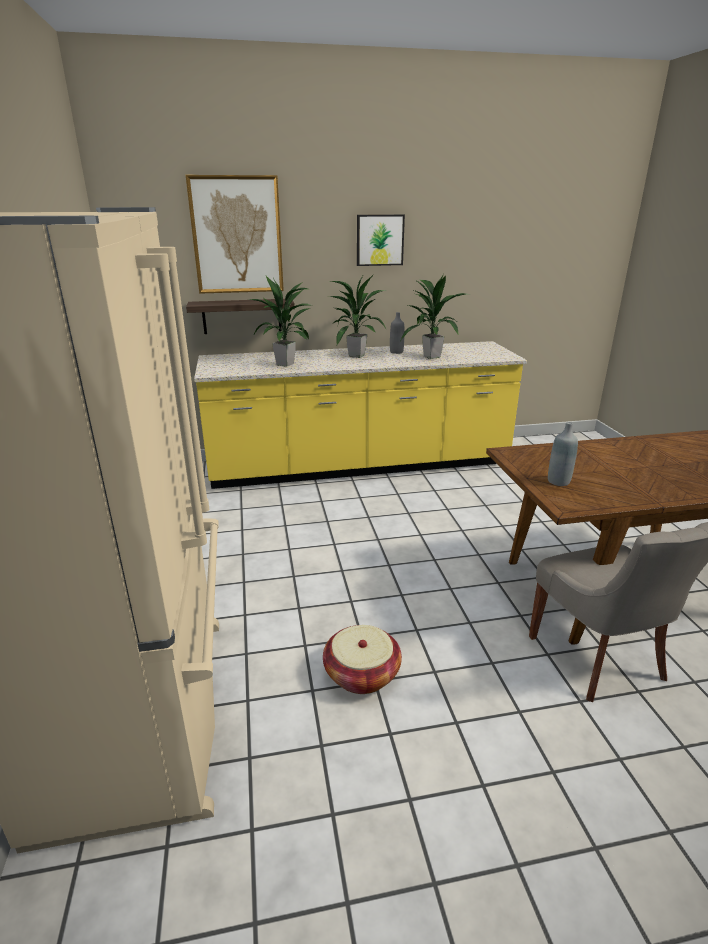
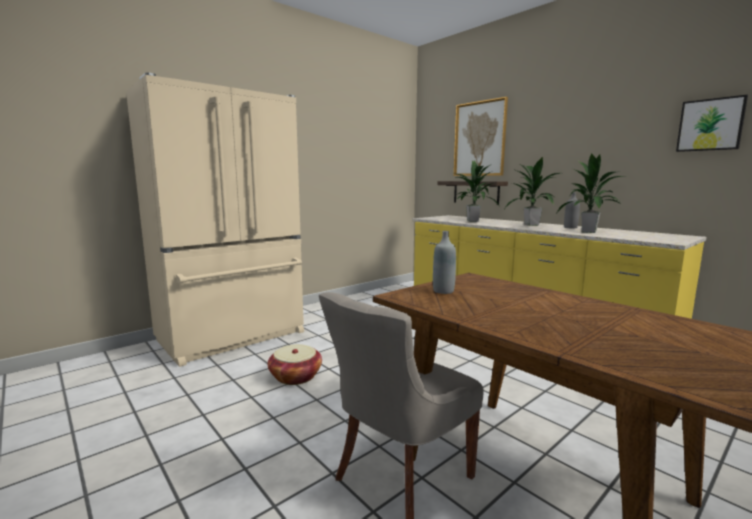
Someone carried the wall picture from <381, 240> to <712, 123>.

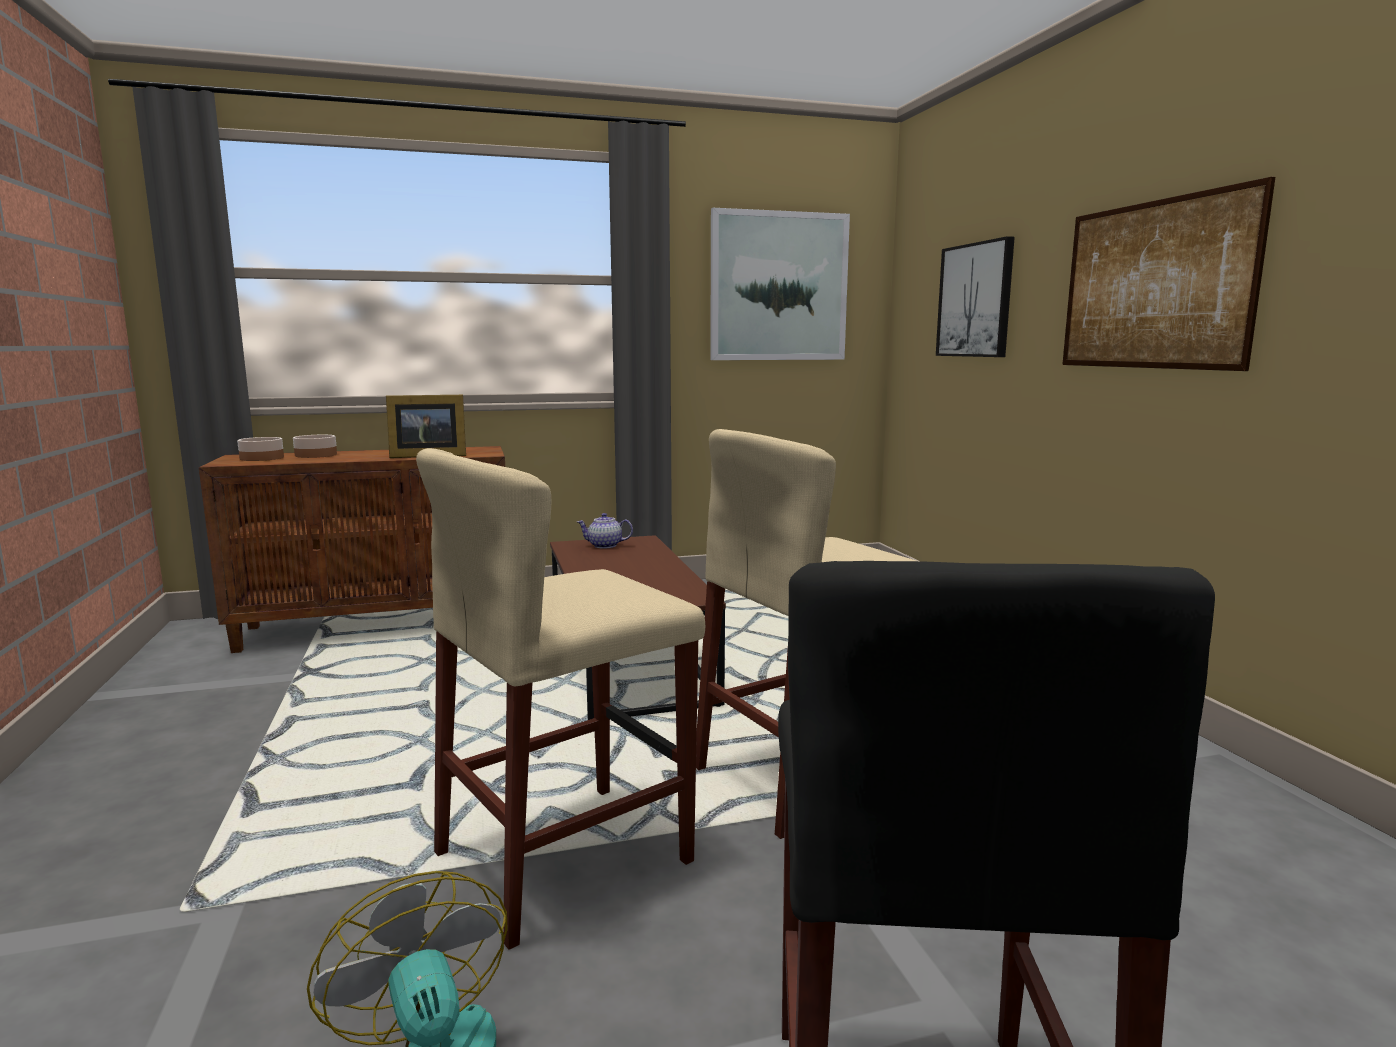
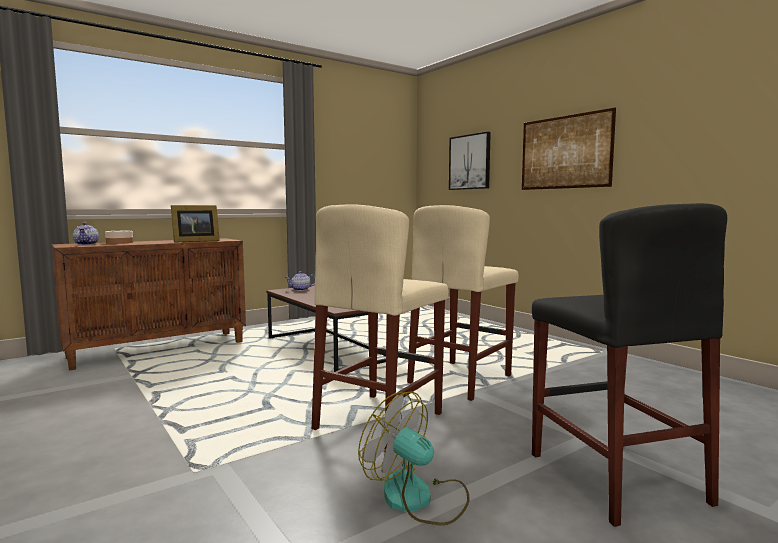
Someone swapped the bowl at <260, 449> for the pot for tea at <86, 233>.
Someone took away the wall picture at <780, 284>.

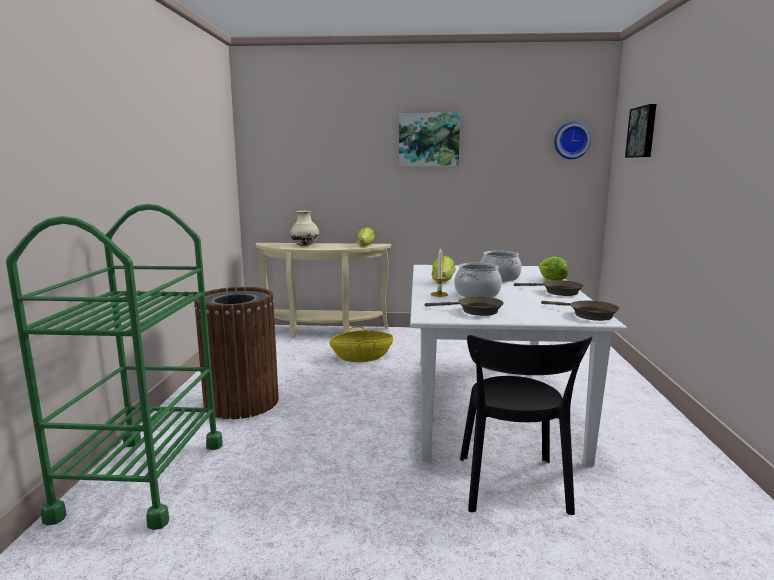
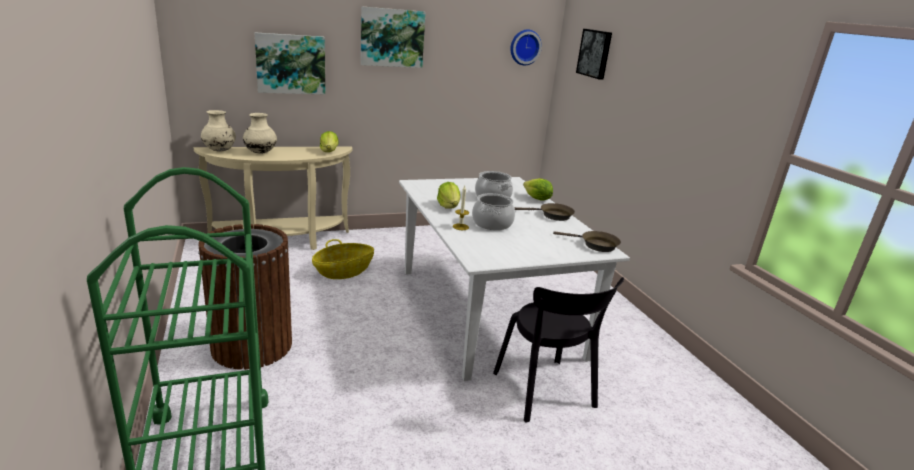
Someone put down the vase/beige at <218, 131>.
Someone put up the wall picture at <290, 63>.
Someone took away the skillet/brown at <464, 306>.

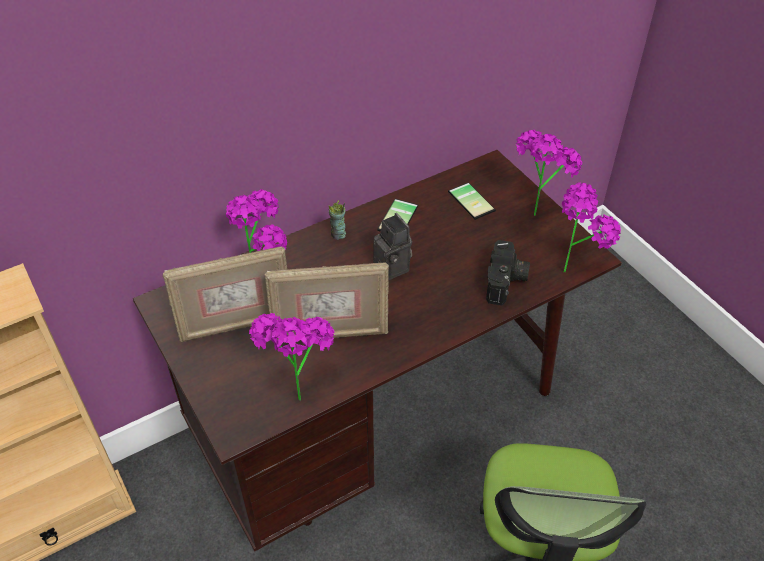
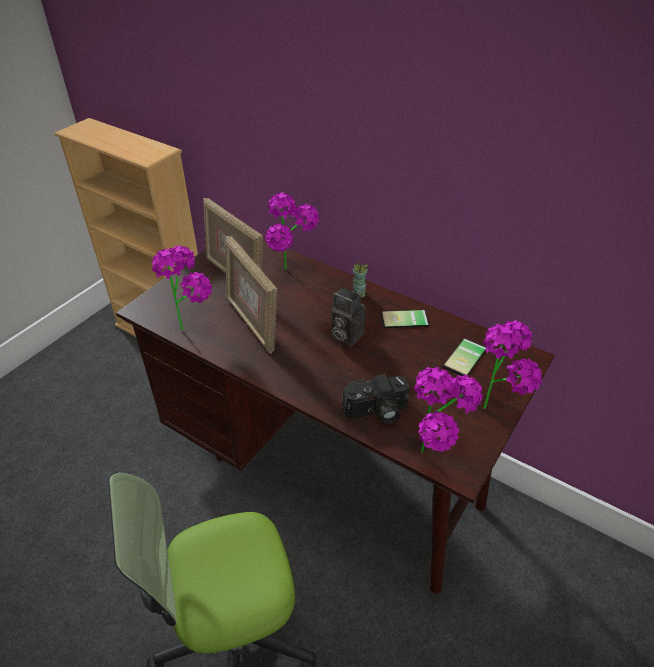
Someone rotated the photo camera at <392, 246> by 90 degrees clockwise.

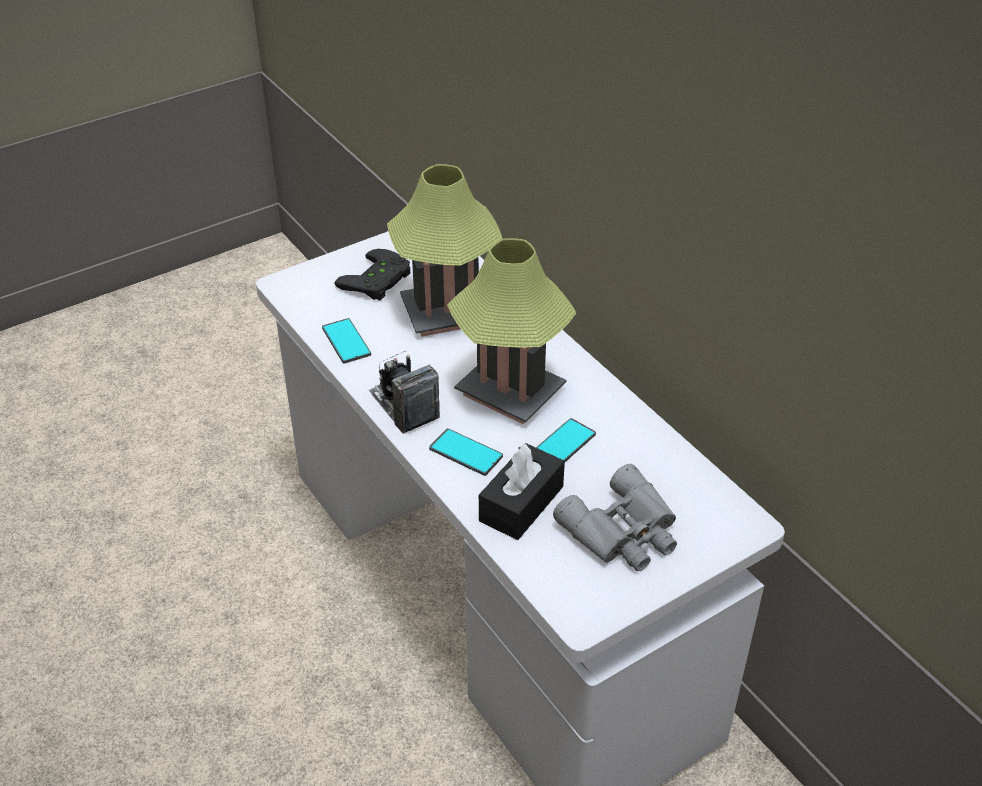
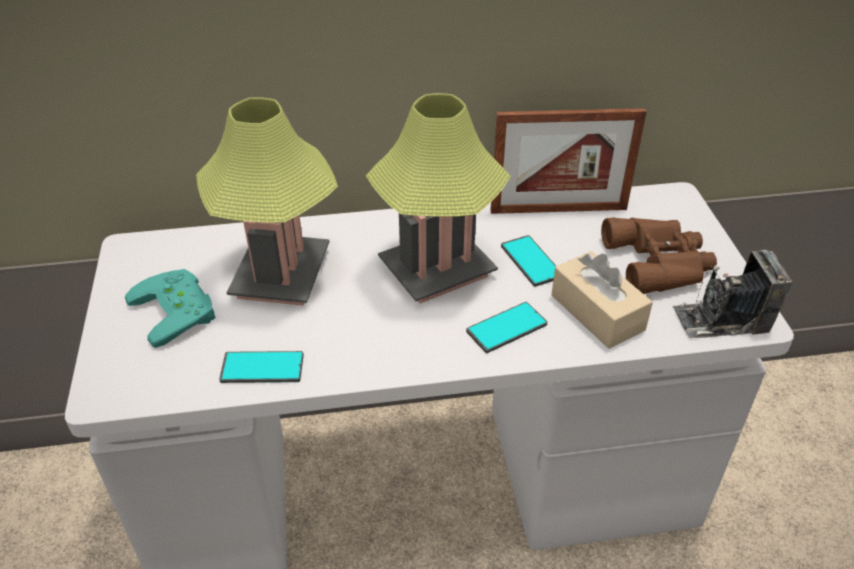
Someone repainted the gamepad/black at <372, 275>, which became the gamepad/turquoise at <170, 308>.
Someone put down the photo frame at <568, 161>.
Someone repainted the tissue holder/black at <522, 491>, which became the tissue holder/beige at <602, 300>.
Someone repainted the pair of binoculars/gray at <615, 517>, which became the pair of binoculars/brown at <659, 255>.
Someone carried the photo camera from <404, 392> to <732, 294>.

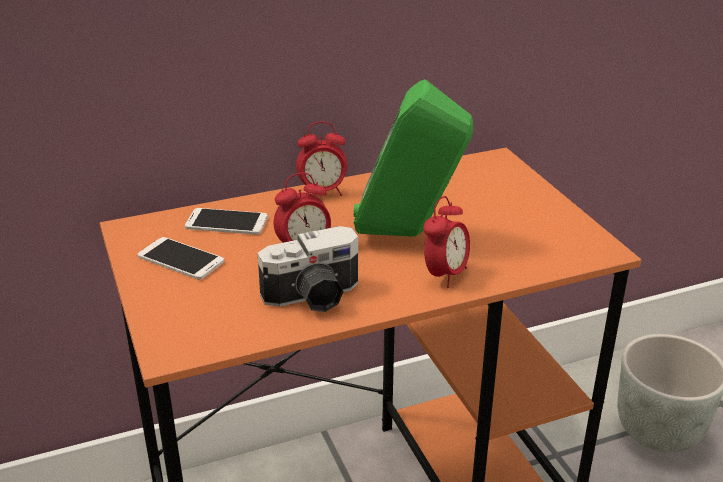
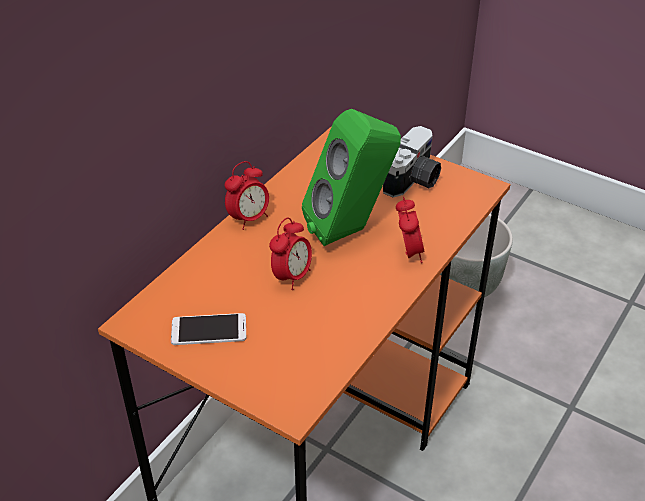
Someone carried the photo camera from <307, 269> to <412, 162>.
Someone took away the phone at <226, 221>.

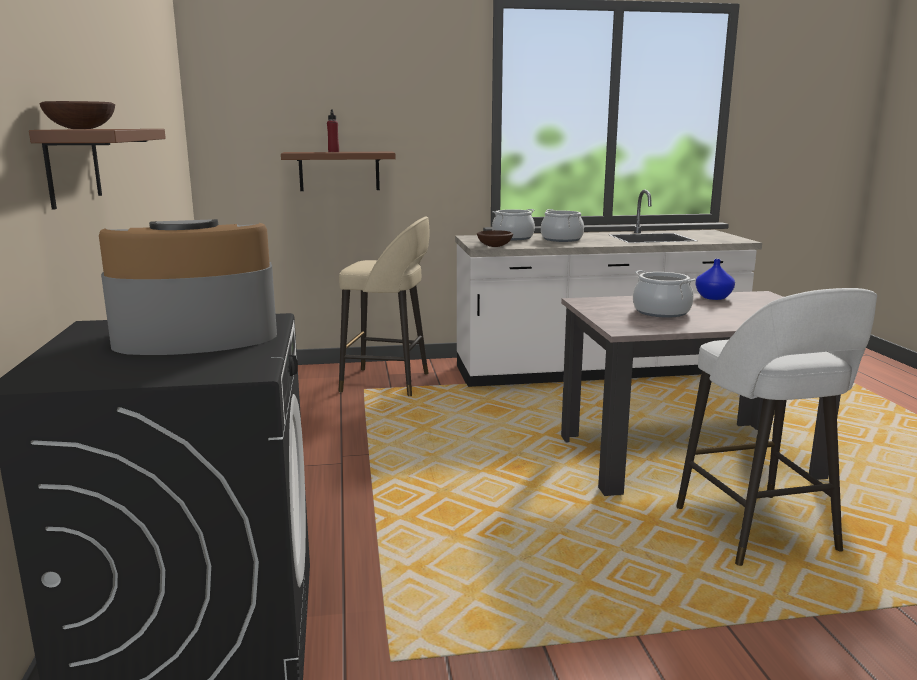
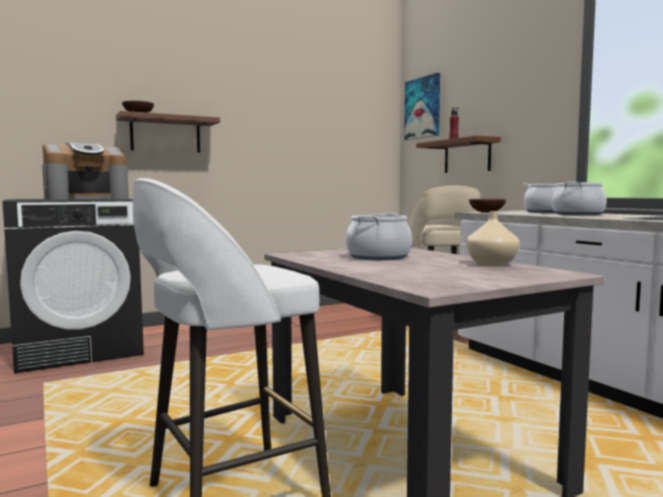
Someone rotated the coffee brewer at <188, 287> by 90 degrees clockwise.
Someone put up the wall picture at <422, 106>.
Someone repainted the vase/bluish at <715, 279>, which became the vase/beige at <492, 238>.

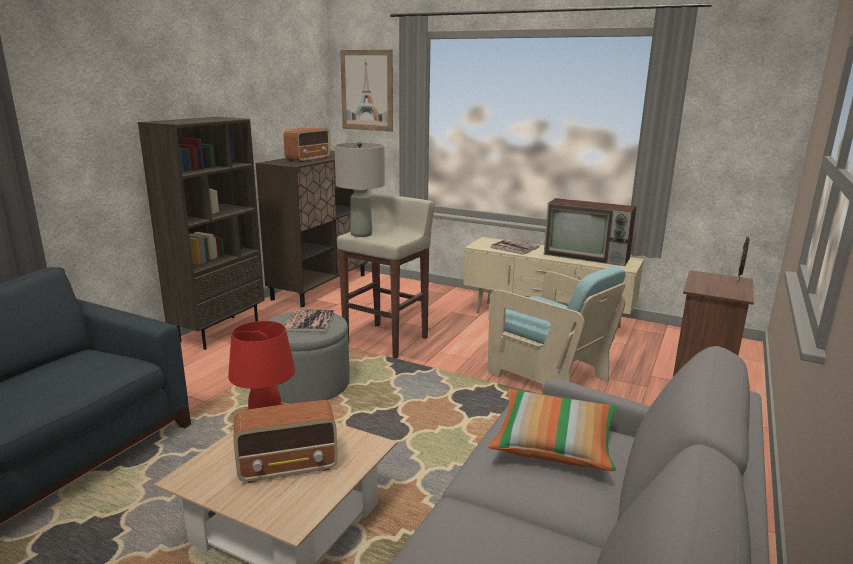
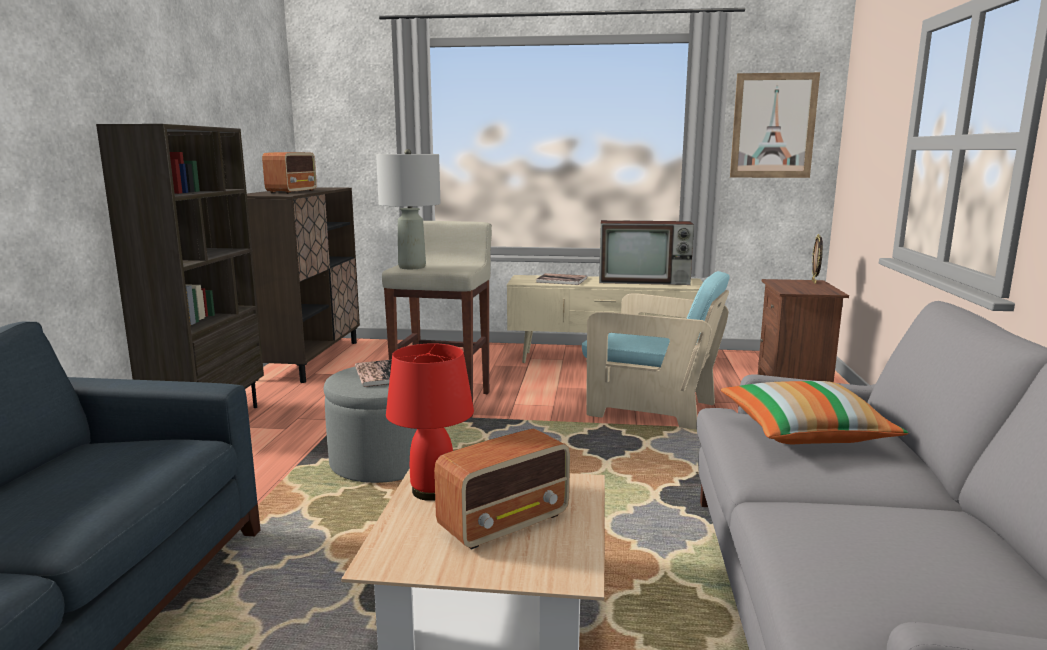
Someone carried the wall picture from <366, 91> to <775, 125>.

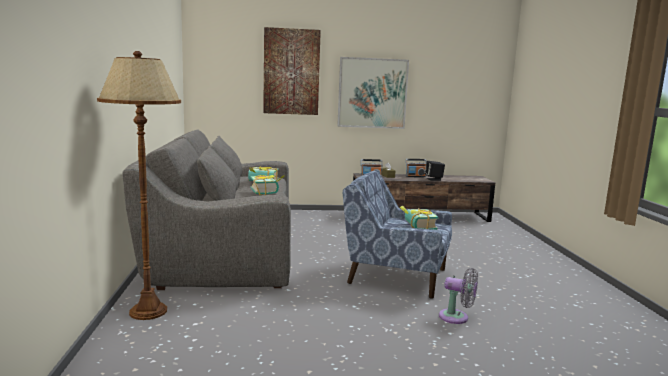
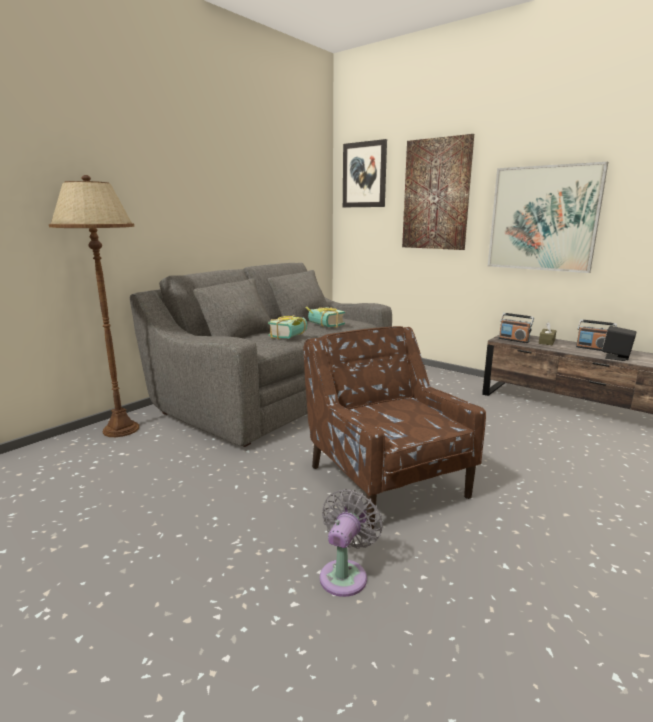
Someone repainted the easy chair/bluish at <397, 234>, which became the easy chair/brown at <394, 427>.
Someone rotated the fan/gray at <458, 296> by 135 degrees counterclockwise.
Someone put up the wall picture at <365, 173>.
Someone took away the volume at <419, 218>.

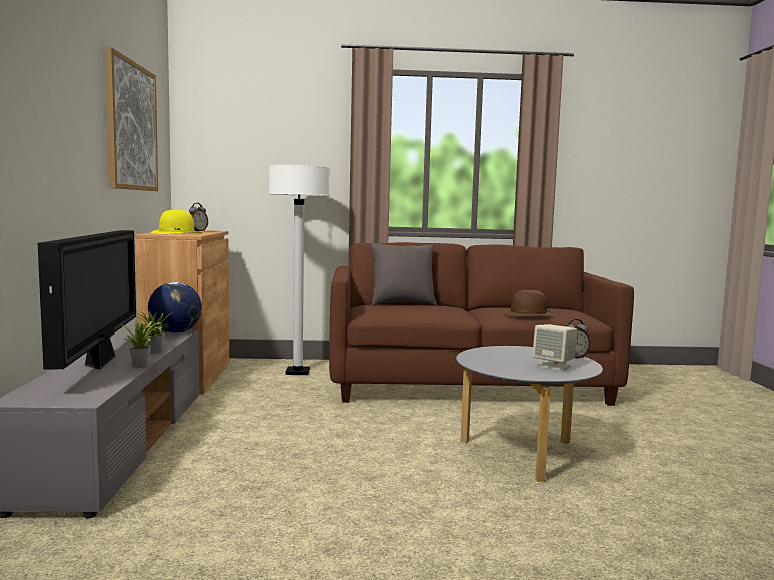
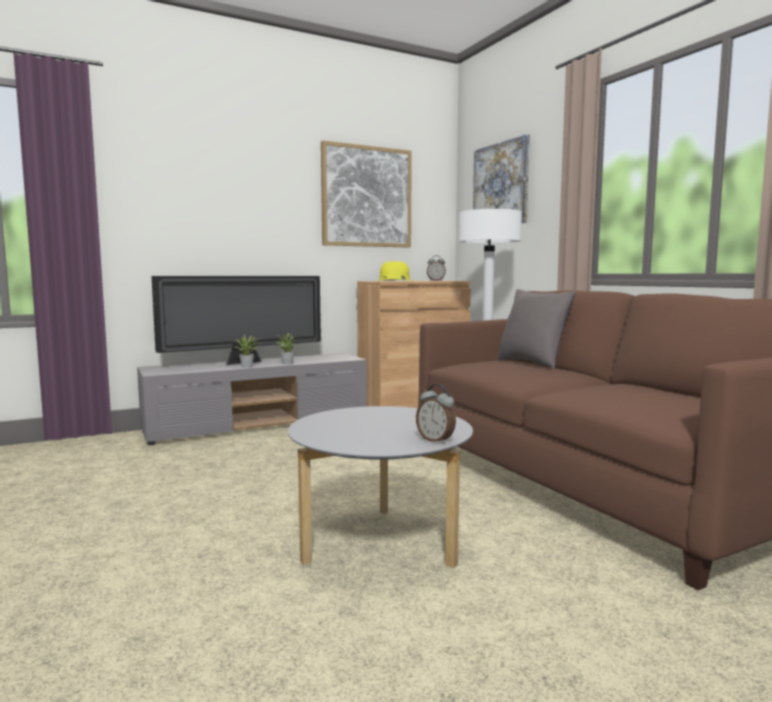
Someone put up the wall picture at <501, 178>.
Someone took away the globe at <175, 307>.
Someone took away the wearable hat/brown at <529, 303>.
Someone took away the loudspeaker/beige at <555, 347>.

